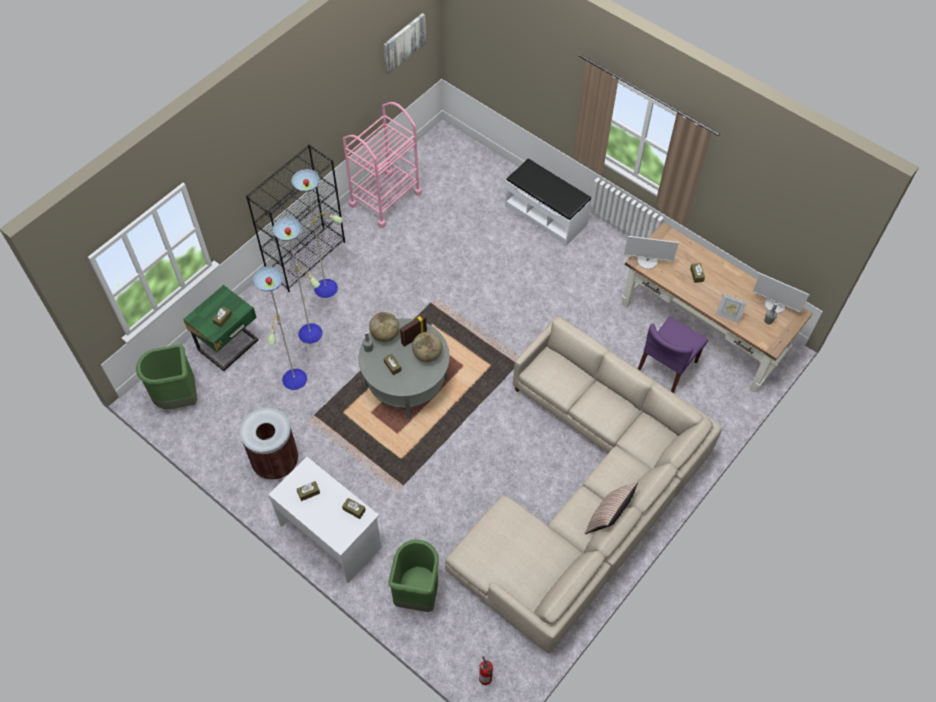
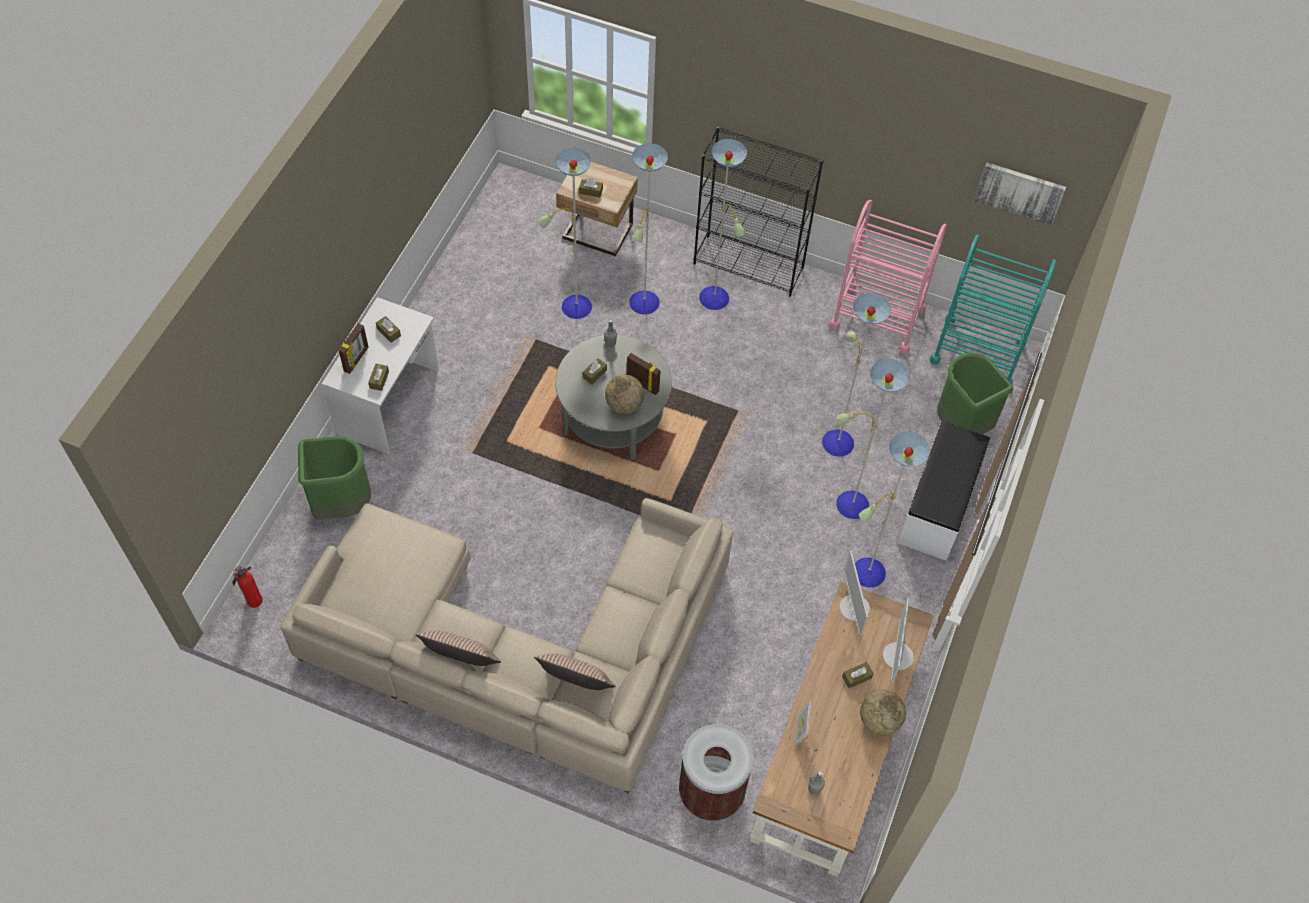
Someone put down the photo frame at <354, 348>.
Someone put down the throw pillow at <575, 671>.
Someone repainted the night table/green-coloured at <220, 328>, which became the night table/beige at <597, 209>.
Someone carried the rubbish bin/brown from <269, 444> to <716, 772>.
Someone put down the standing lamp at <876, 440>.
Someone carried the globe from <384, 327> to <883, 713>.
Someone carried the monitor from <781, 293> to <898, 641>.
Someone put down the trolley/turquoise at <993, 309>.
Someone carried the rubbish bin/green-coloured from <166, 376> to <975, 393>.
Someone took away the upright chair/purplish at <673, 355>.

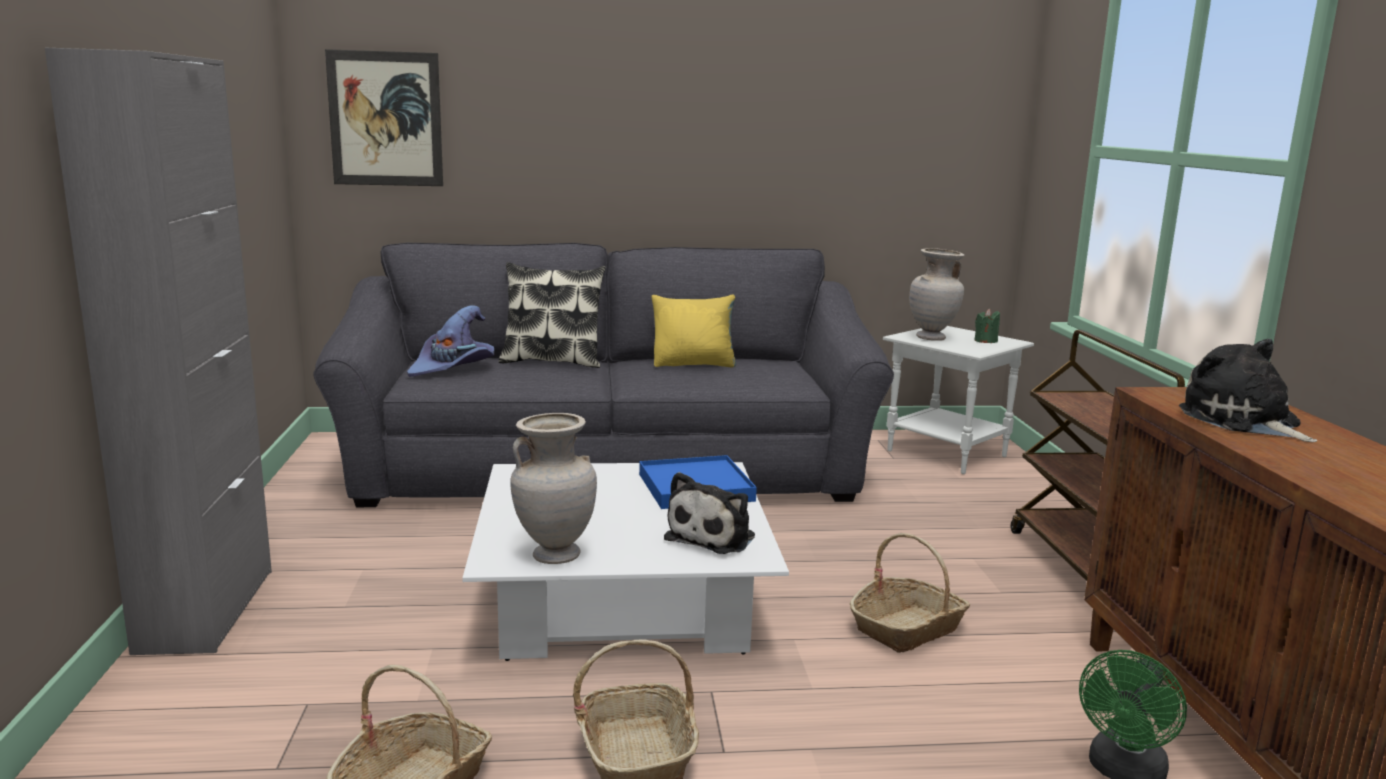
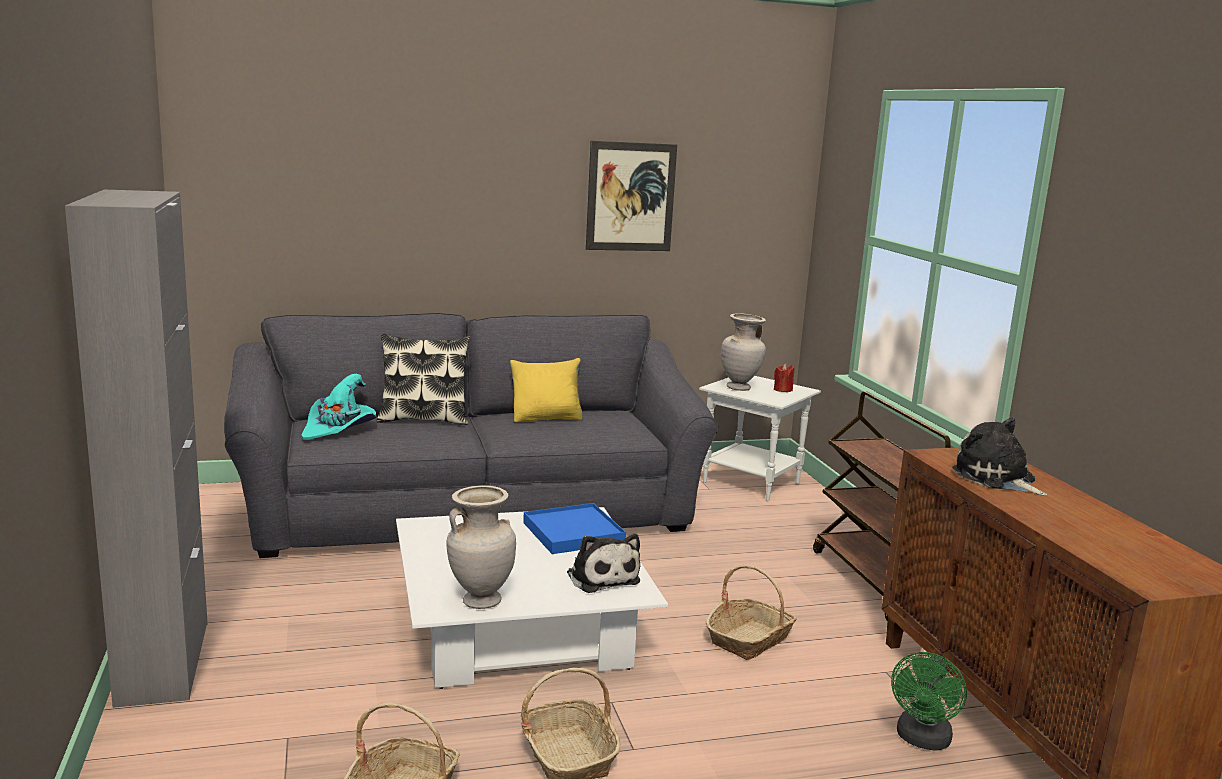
Someone repainted the wearable hat/purplish at <451, 341>, which became the wearable hat/turquoise at <339, 407>.
Someone rotated the soft toy at <709, 513> by 45 degrees counterclockwise.
Someone carried the wall picture from <384, 117> to <631, 196>.
Someone repainted the wax candle/green-coloured at <987, 326>, which became the wax candle/reddish at <784, 377>.

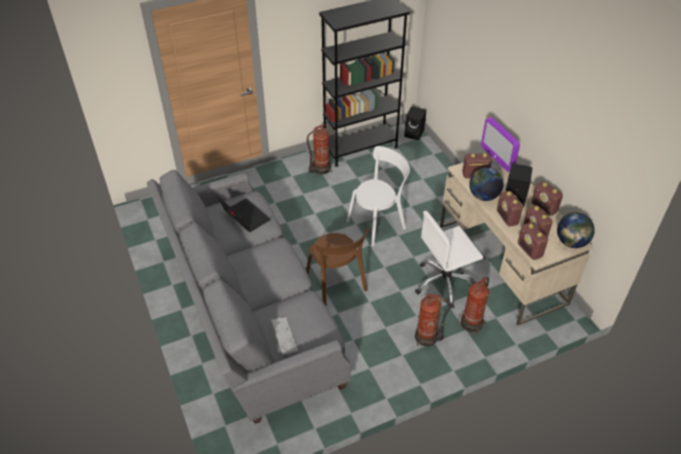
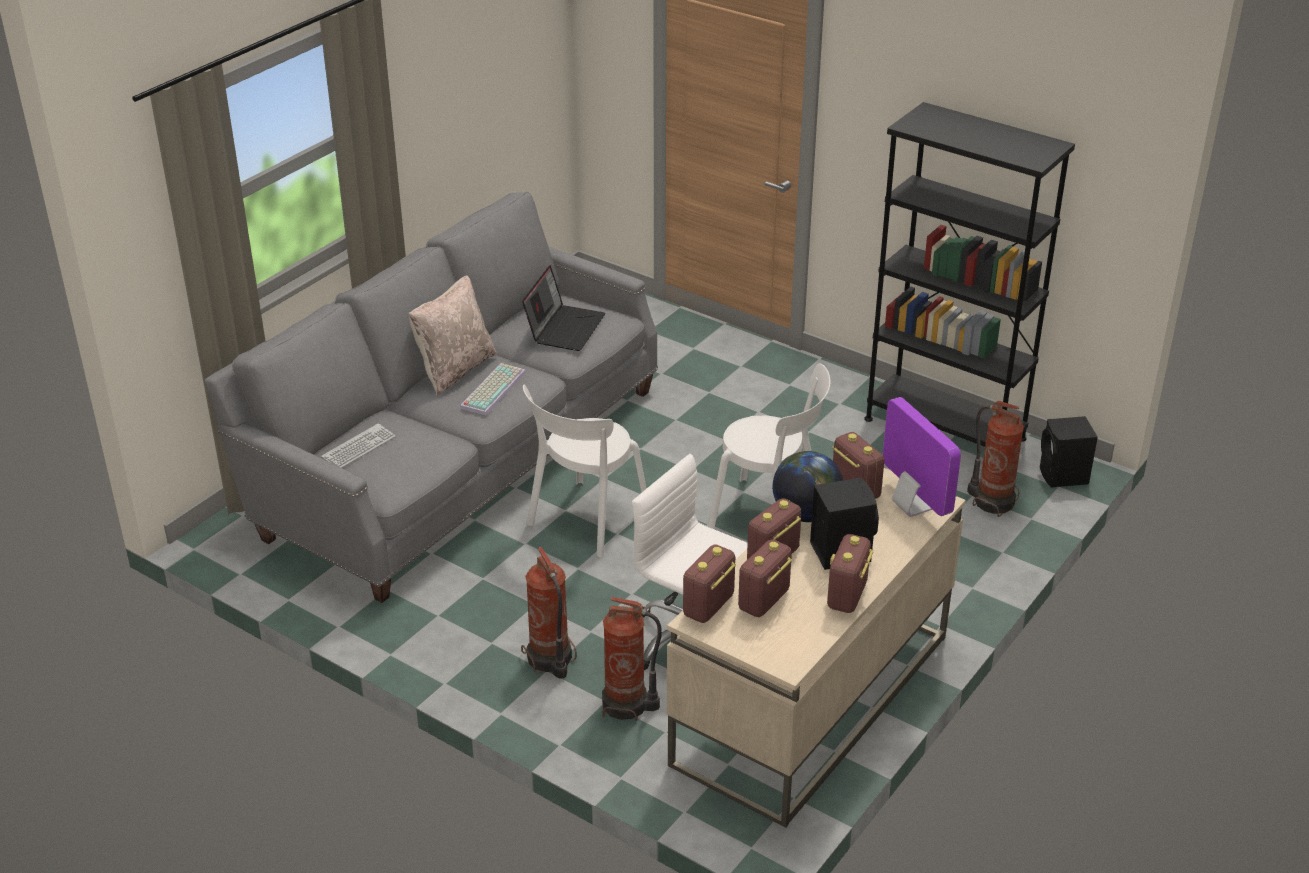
Someone put down the throw pillow/beige at <453, 335>.
Someone put down the PC keyboard at <493, 389>.
Someone repainted the upright chair/brown at <337, 266>, which became the upright chair/whitish at <584, 471>.
Someone rotated the monitor at <500, 144> by 120 degrees clockwise.
Someone carried the extinguisher from <319, 149> to <995, 459>.
Someone took away the globe at <576, 230>.

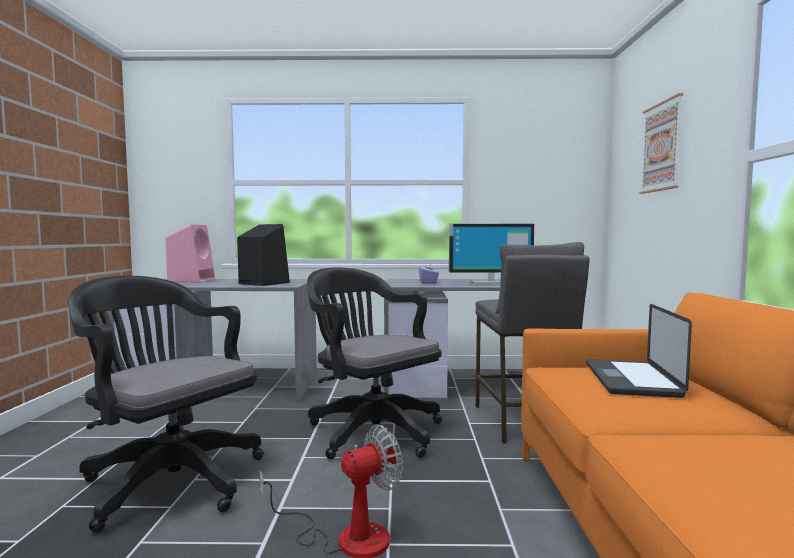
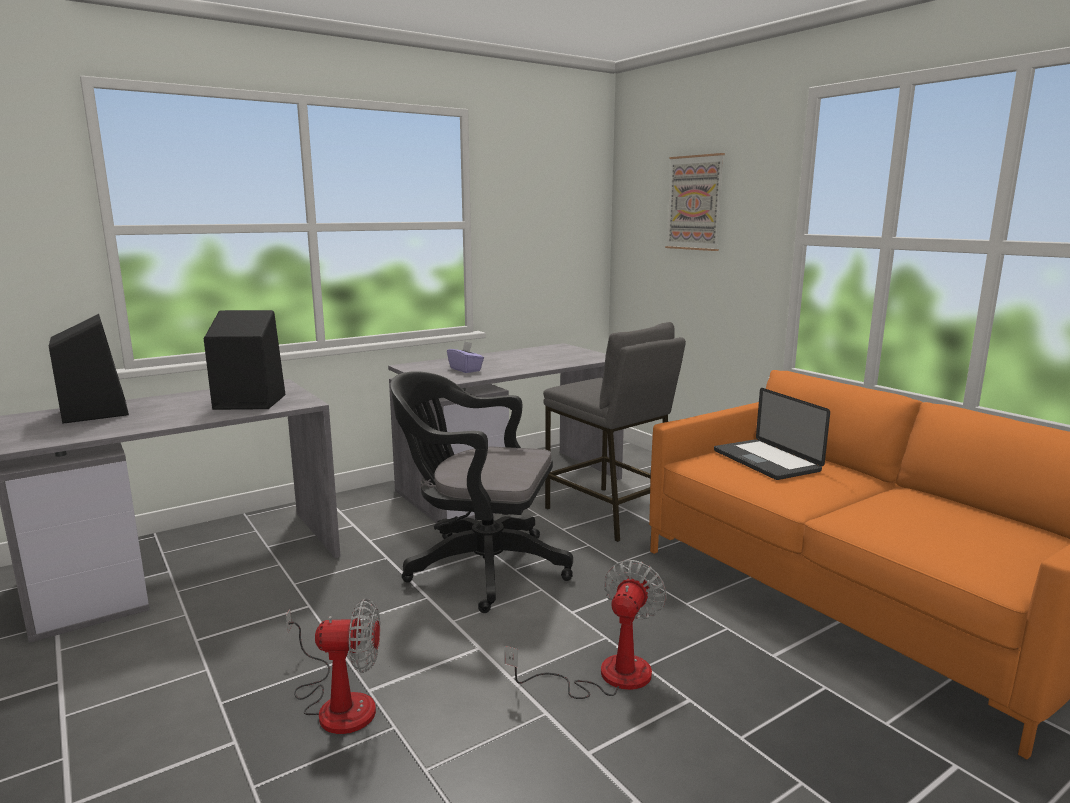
Someone repainted the loudspeaker/pinkish at <190, 253>, which became the loudspeaker/black at <89, 369>.
Someone swapped the desk chair/black at <166, 404> for the fan at <333, 666>.
Someone took away the monitor at <491, 255>.

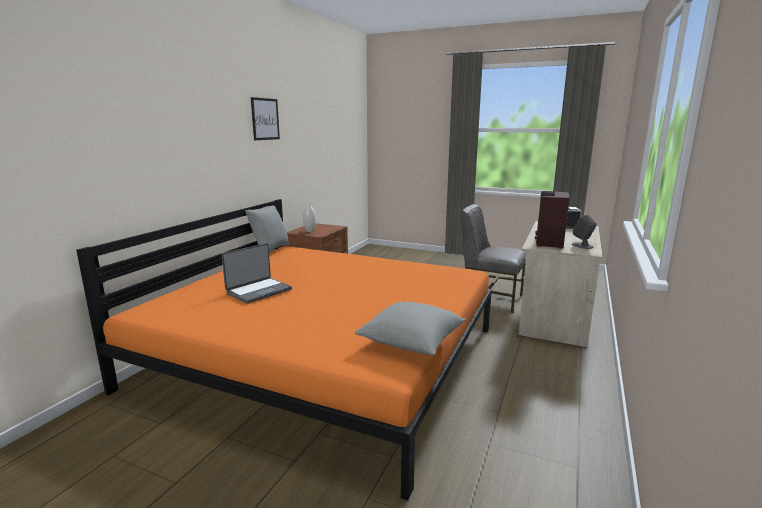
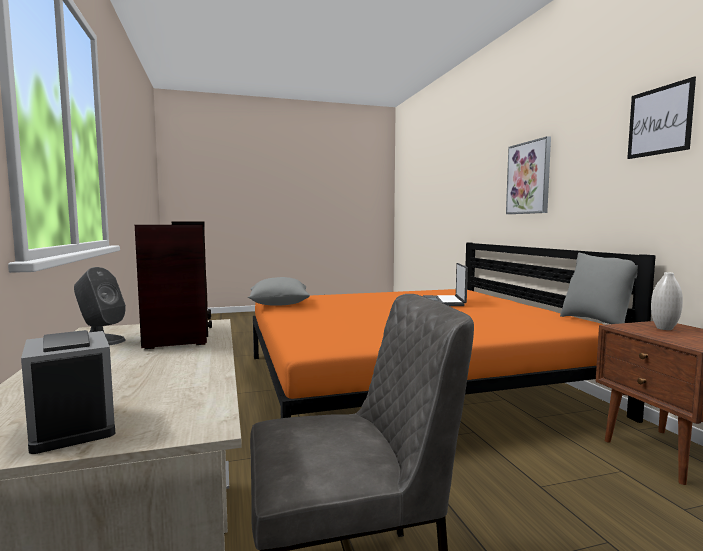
Someone put up the wall picture at <528, 175>.

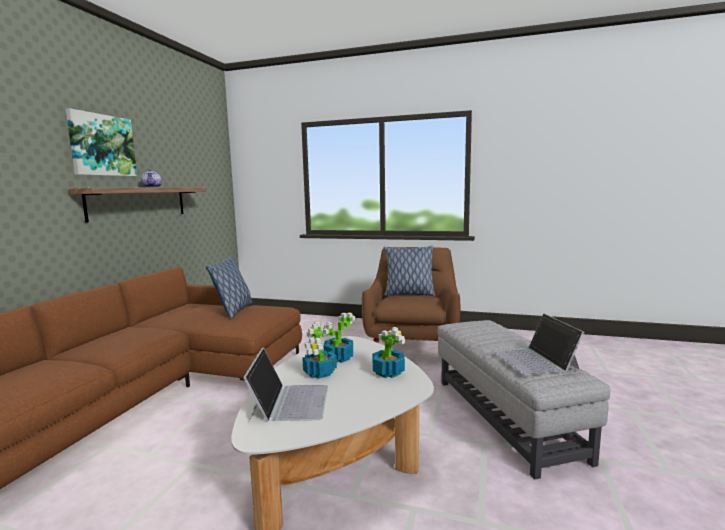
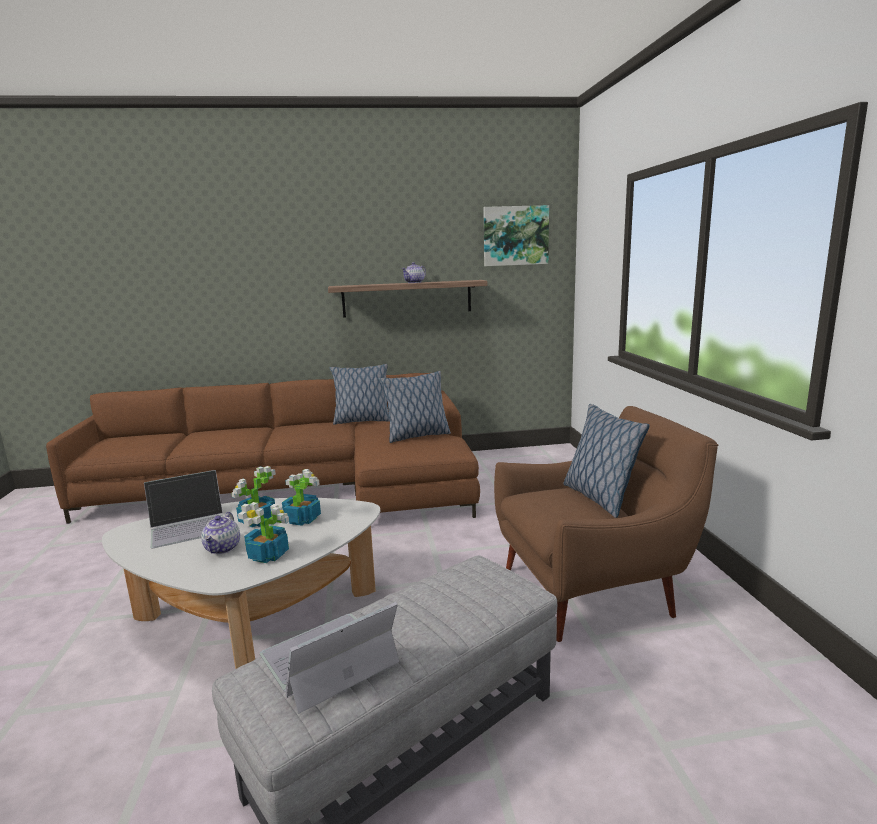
Someone put down the pot for tea at <220, 533>.
Someone put down the throw pillow at <359, 394>.
Someone carried the wall picture from <101, 142> to <516, 235>.

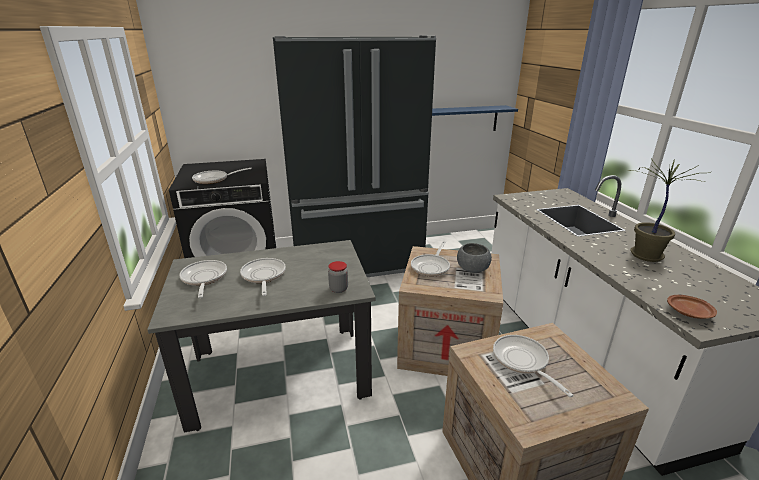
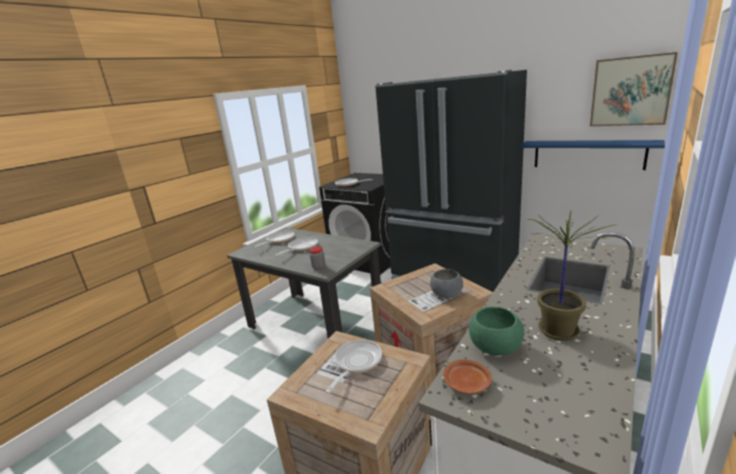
Someone put down the bowl/green-coloured at <496, 330>.
Someone put up the wall picture at <634, 89>.
Someone took away the skillet at <430, 259>.

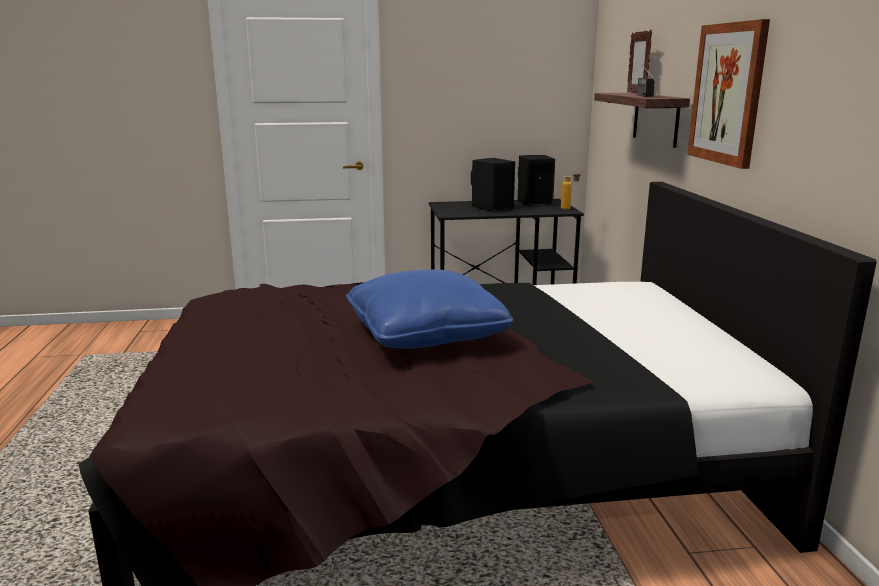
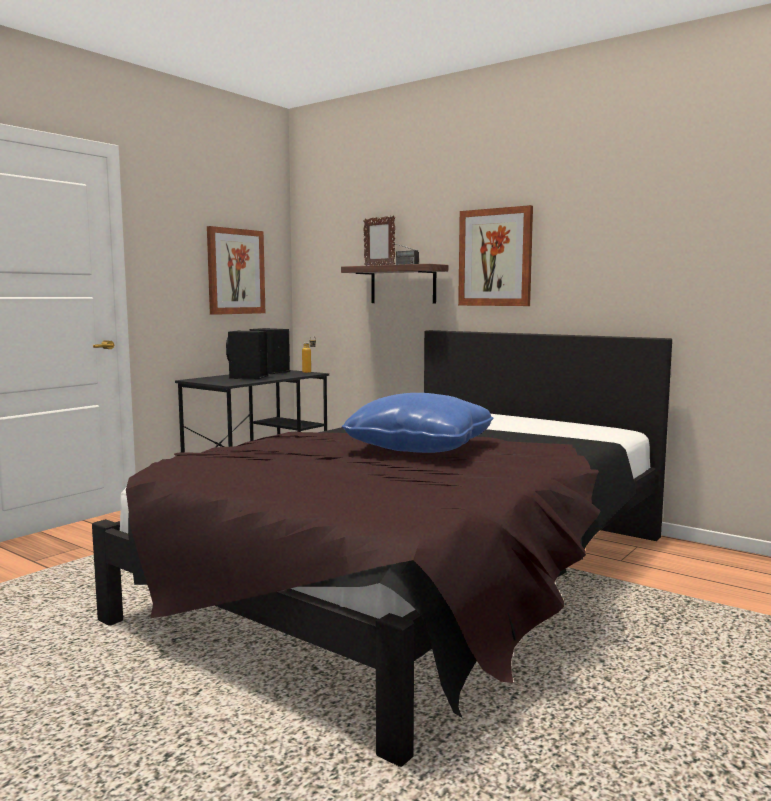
Someone put up the wall picture at <236, 270>.

